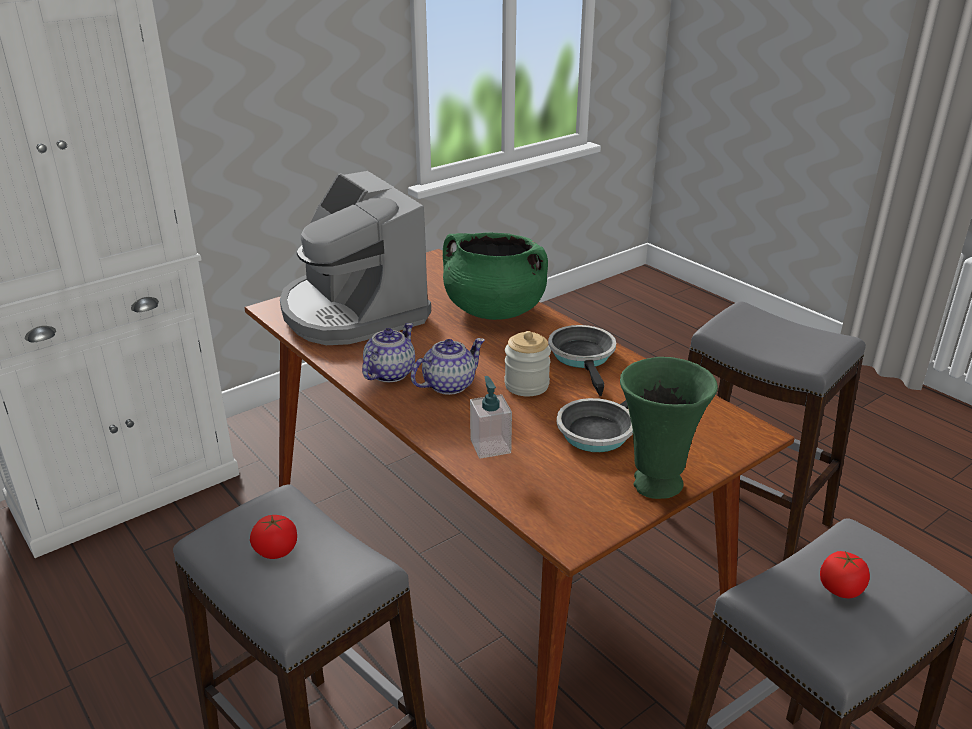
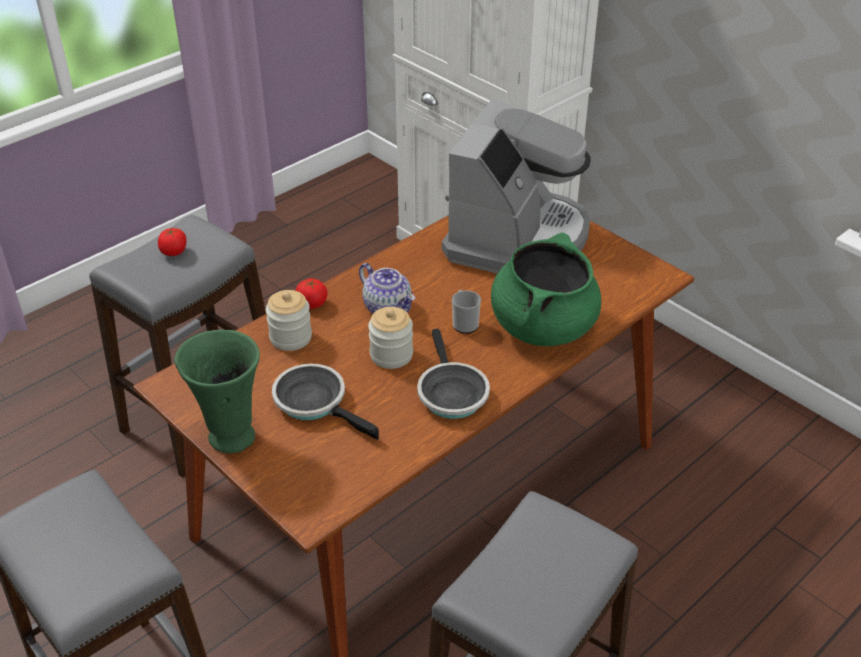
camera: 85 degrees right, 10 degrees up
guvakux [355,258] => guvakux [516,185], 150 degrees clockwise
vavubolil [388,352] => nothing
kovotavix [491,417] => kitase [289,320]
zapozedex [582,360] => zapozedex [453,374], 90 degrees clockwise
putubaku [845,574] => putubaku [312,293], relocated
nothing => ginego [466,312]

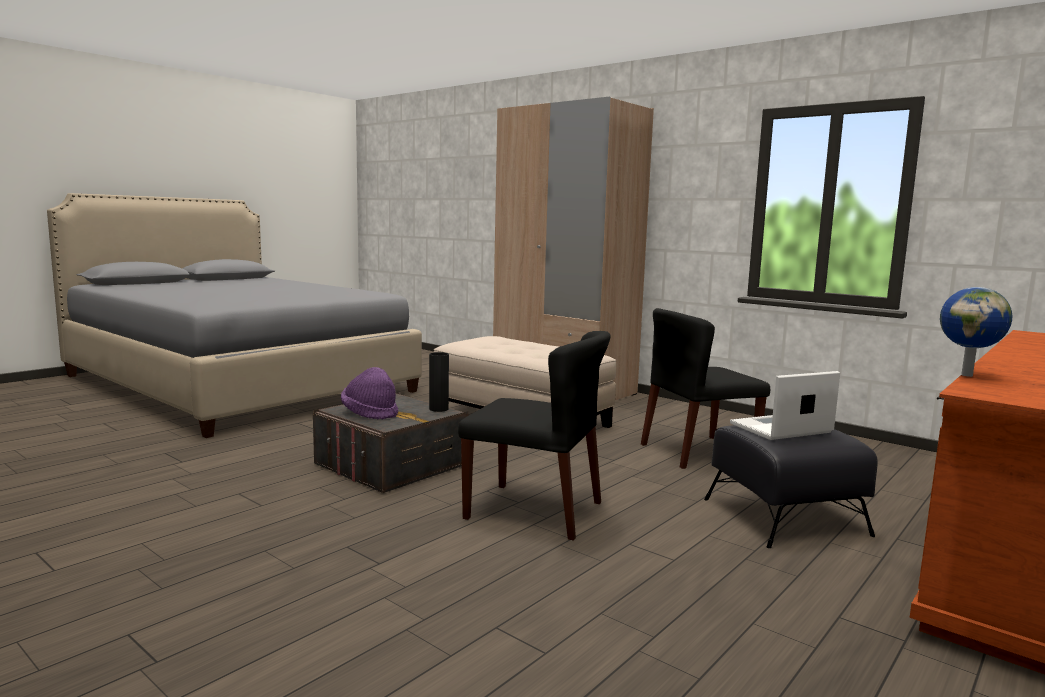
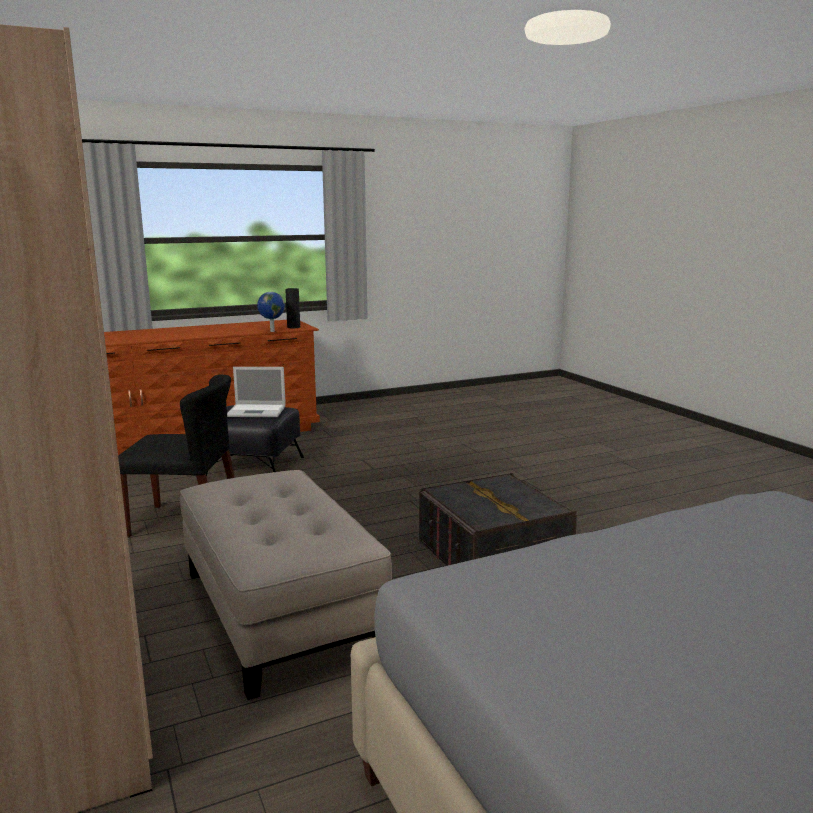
camera: 155 degrees left, 5 degrees up
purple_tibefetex [369,393] => nothing
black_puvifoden [439,382] => black_puvifoden [292,308], relocated
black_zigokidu [534,436] => nothing

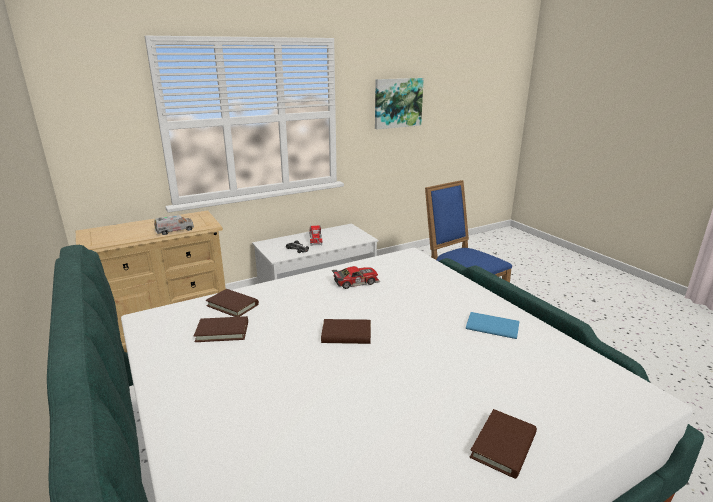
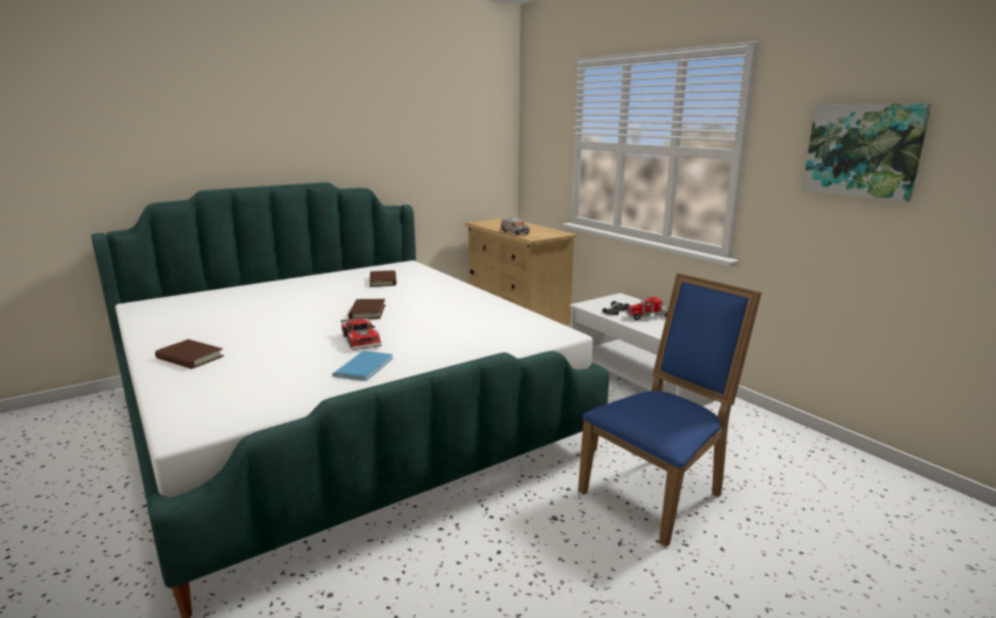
camera: 85 degrees right, 5 degrees down
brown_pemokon [232,303] => nothing
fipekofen [356,277] => fipekofen [361,333], relocated

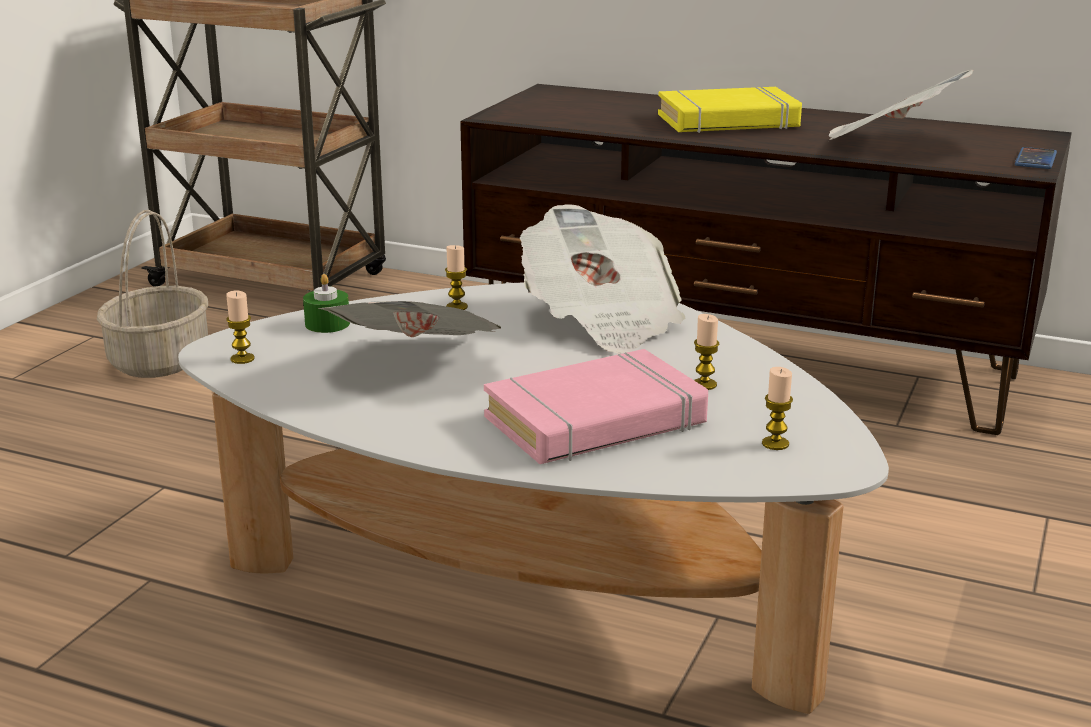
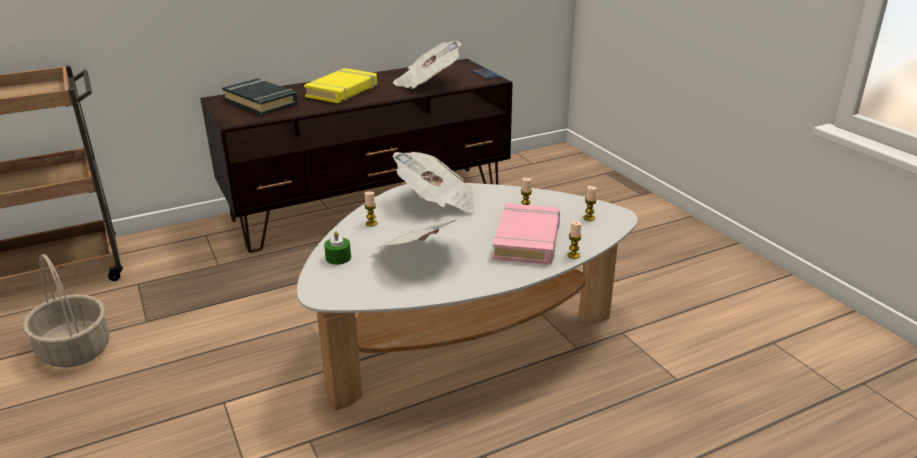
camera: 50 degrees left, 5 degrees up
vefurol [240,327] => vefurol [574,240], relocated
nothing => black_pemokon [260,96]

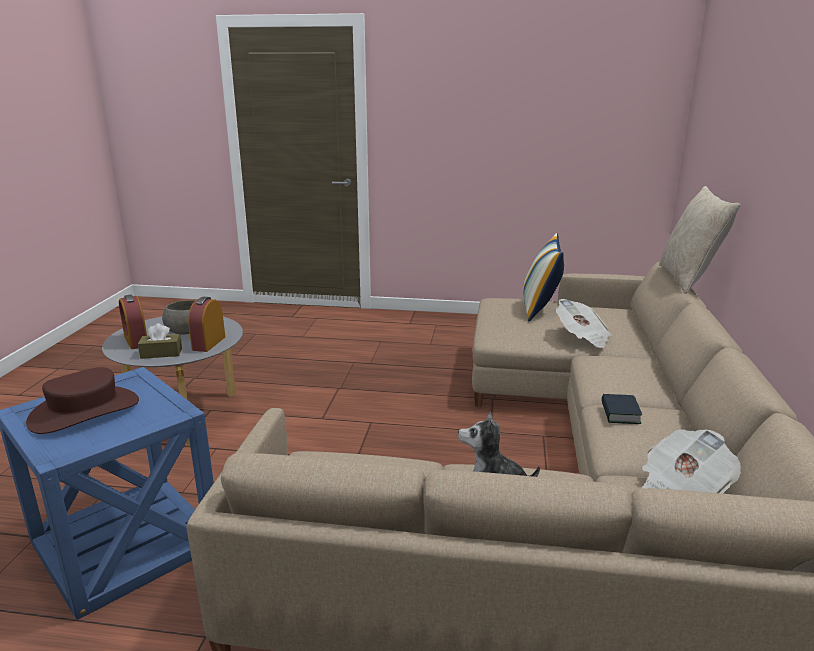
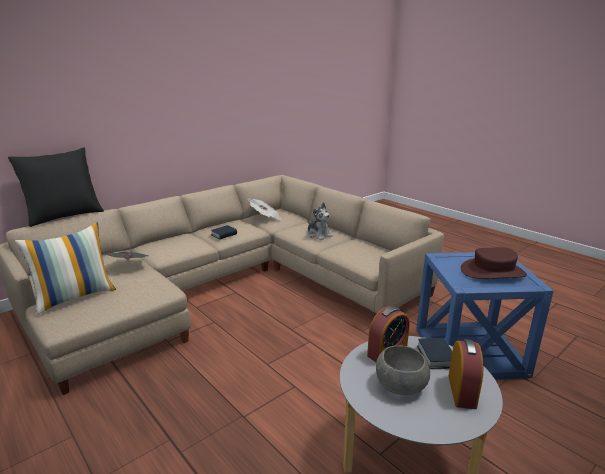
camera: 140 degrees left, 0 degrees up
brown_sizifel [160,341] => pemokon [434,353]
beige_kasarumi [700,240] => black_kasarumi [56,187]

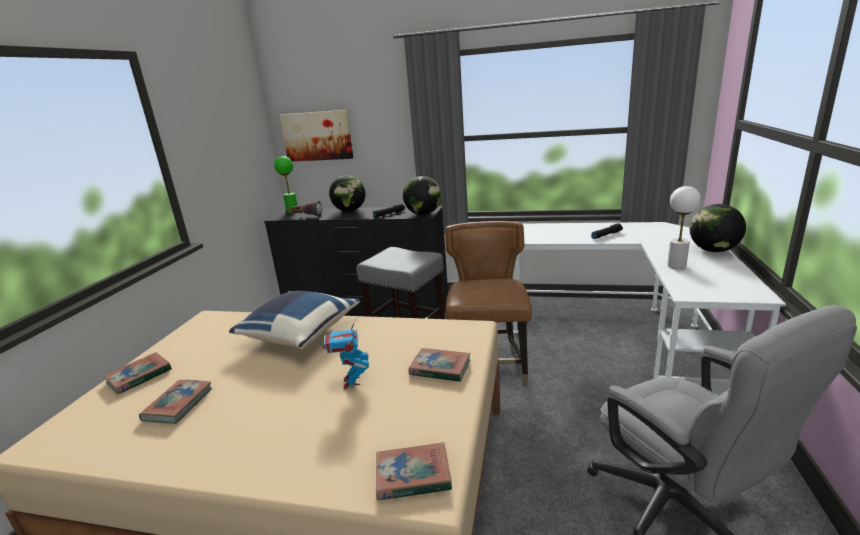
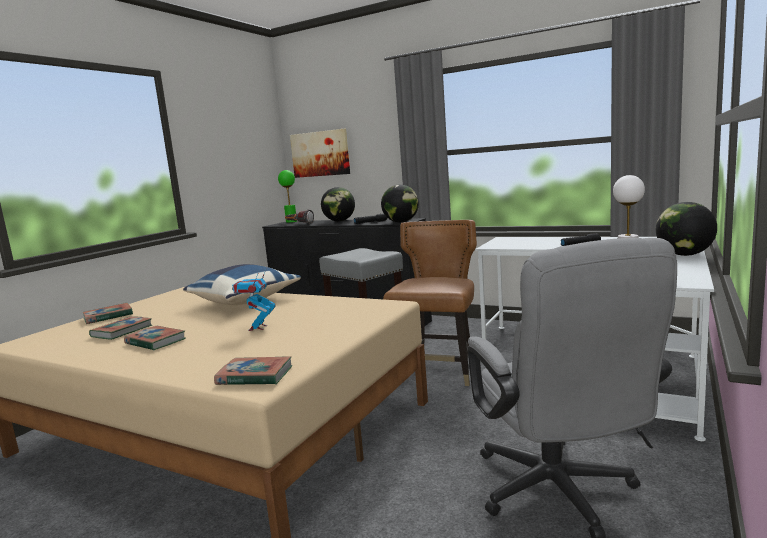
camera: 15 degrees right, 10 degrees down
pemokon [439,365] => pemokon [155,338], relocated

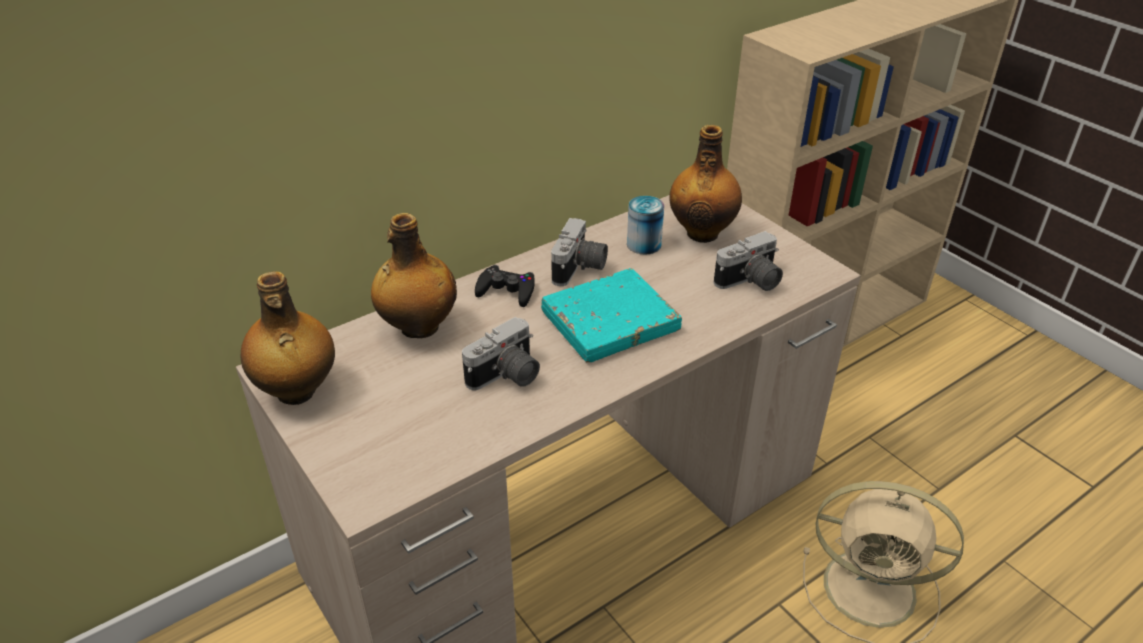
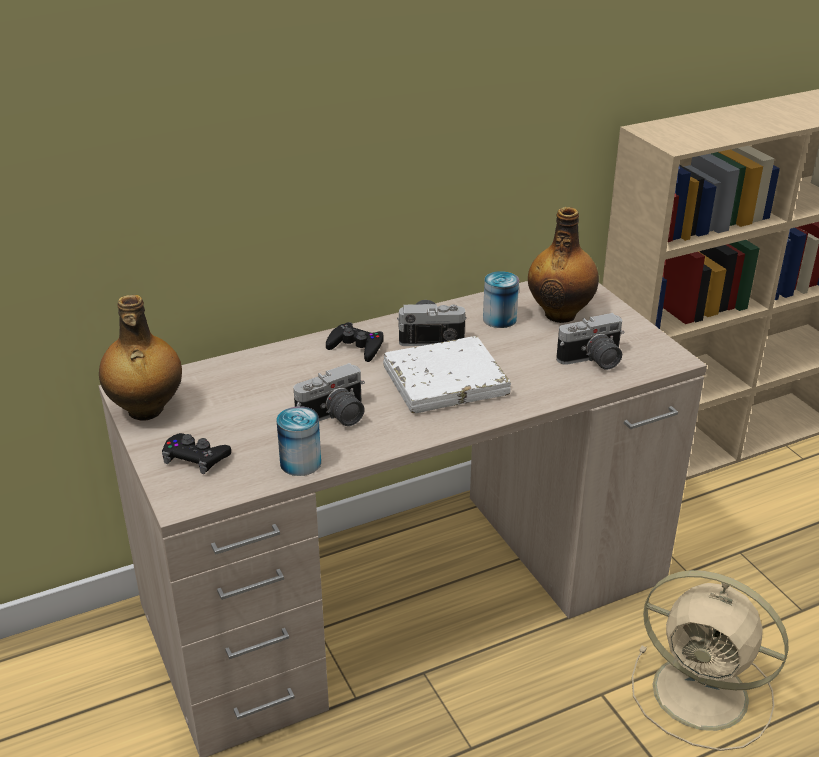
camera: 10 degrees right, 5 degrees down
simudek [414,275] => nothing
turquoise_pemokon [611,315] => white_pemokon [447,374]
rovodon [579,252] => rovodon [432,323], 120 degrees counterclockwise
nothing => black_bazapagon [196,453]
nothing => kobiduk [299,441]

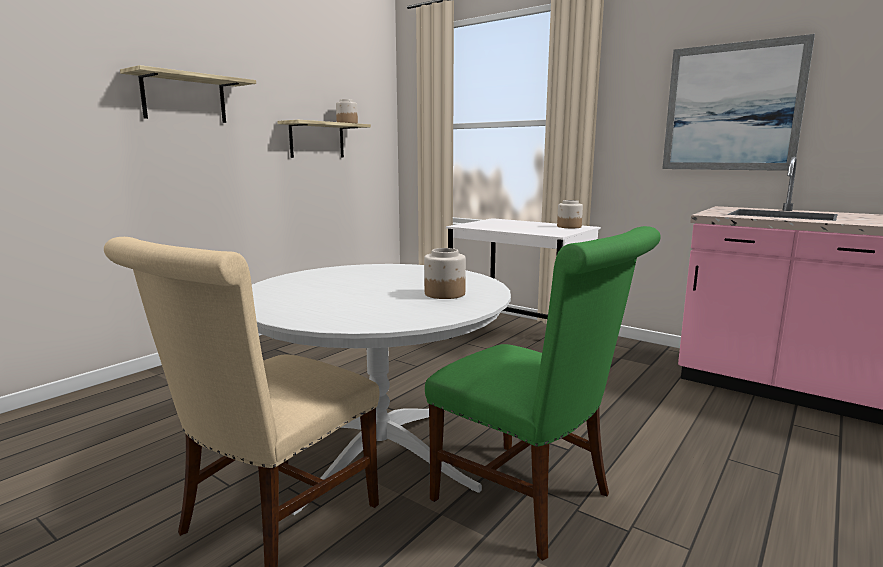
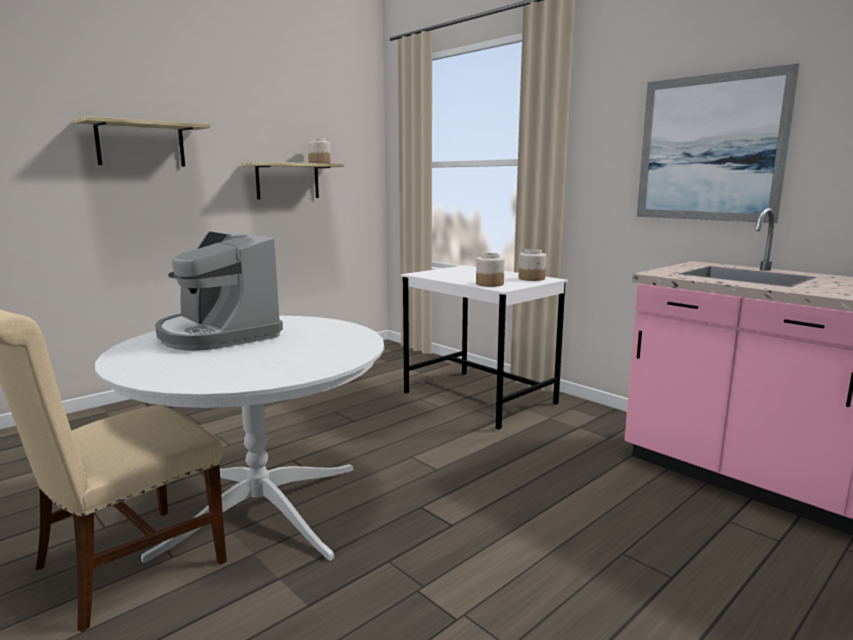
camera: 10 degrees right, 0 degrees up
kitase [445,273] => kitase [490,270], relocated
green_zigokidu [543,393] => nothing
nothing => guvakux [219,291]

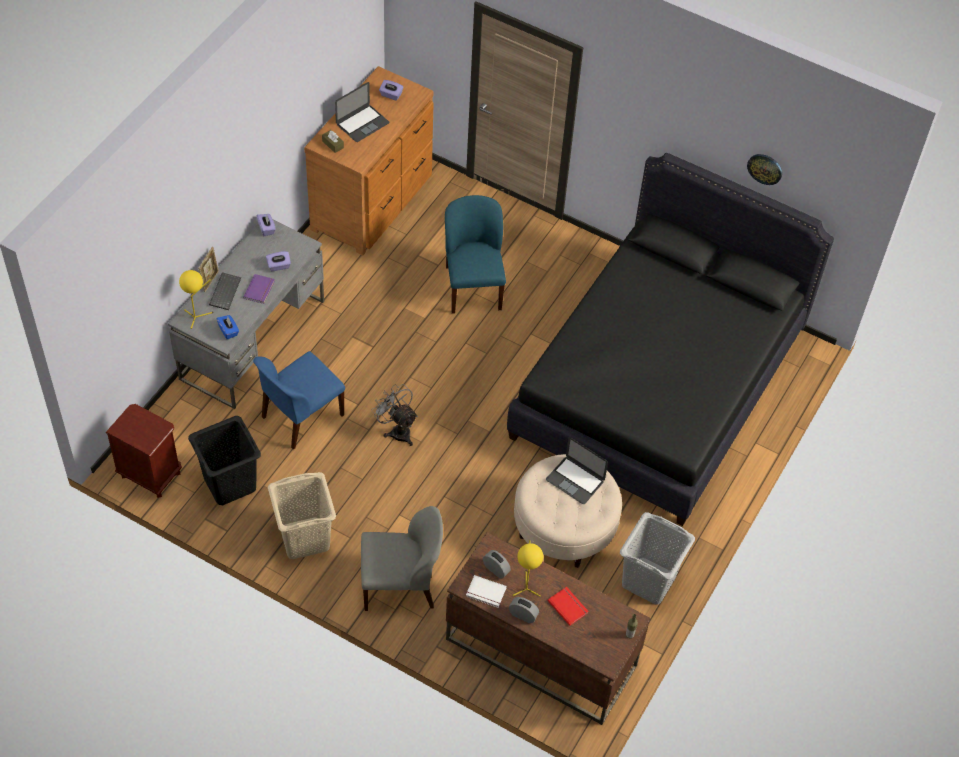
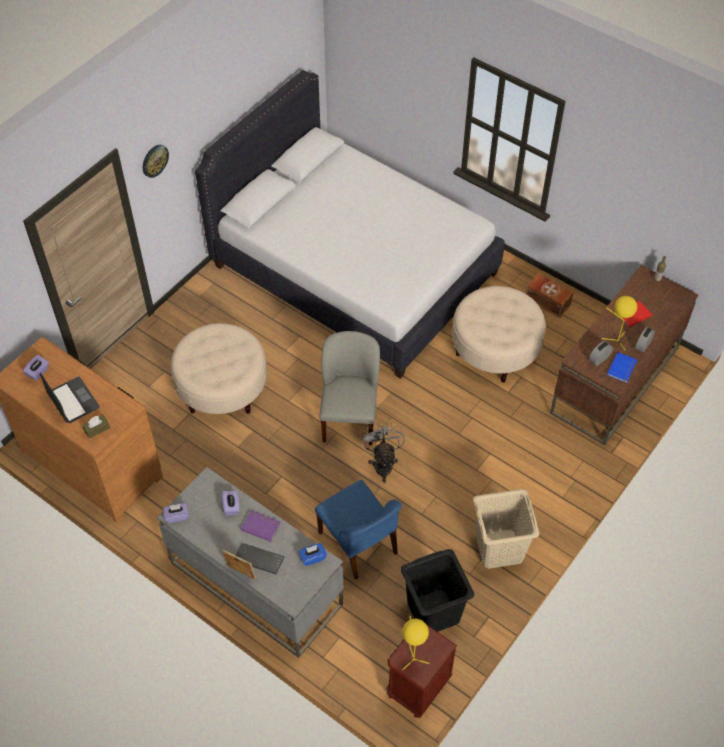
camera: 80 degrees left, 0 degrees up
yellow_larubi [196,299] => yellow_larubi [415,642], relocated
grey_zigokidu [402,558] => grey_zigokidu [349,388], relocated
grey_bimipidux [394,415] => grey_bimipidux [383,452], 120 degrees clockwise
blue_zigokidu [475,254] => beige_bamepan [219,368]
white_pemokon [486,591] => blue_pemokon [622,367]
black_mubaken [670,339] => white_mubaken [350,224]
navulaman [577,470] => nothing
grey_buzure [657,558] => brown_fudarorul [550,295]
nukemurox [764,169] => nukemurox [156,161], relocated

